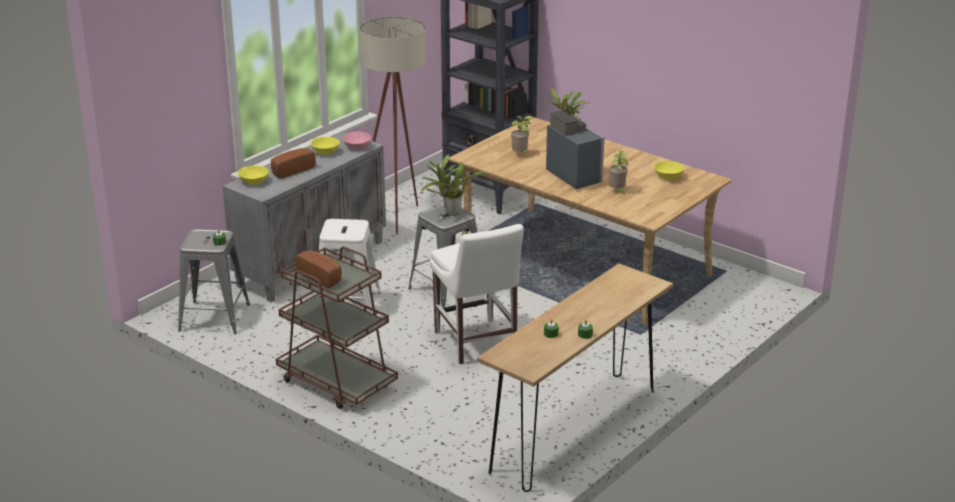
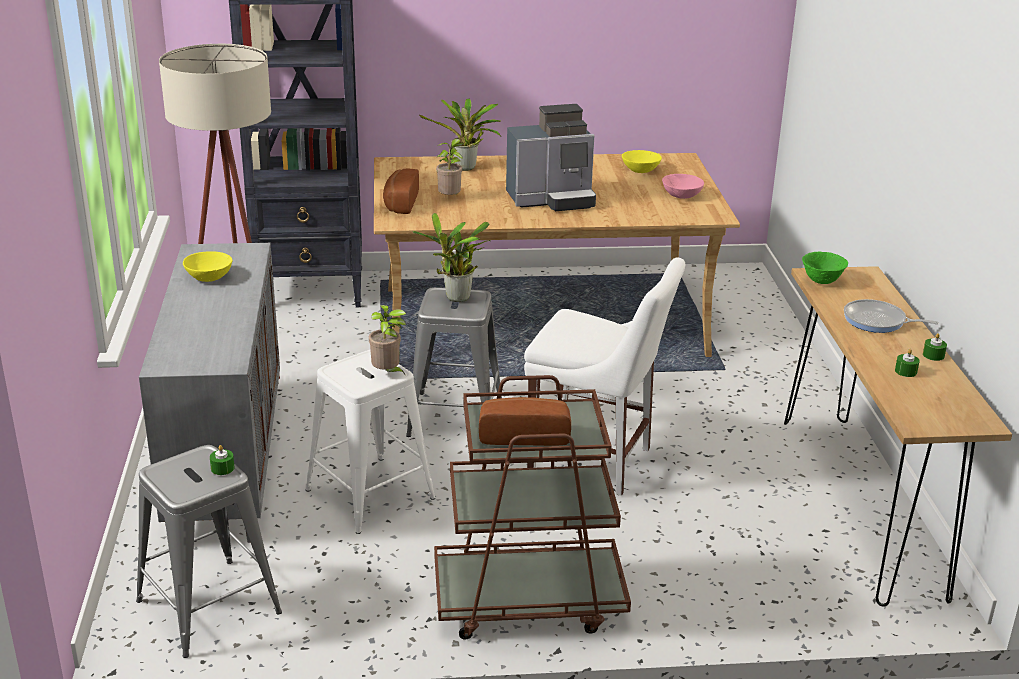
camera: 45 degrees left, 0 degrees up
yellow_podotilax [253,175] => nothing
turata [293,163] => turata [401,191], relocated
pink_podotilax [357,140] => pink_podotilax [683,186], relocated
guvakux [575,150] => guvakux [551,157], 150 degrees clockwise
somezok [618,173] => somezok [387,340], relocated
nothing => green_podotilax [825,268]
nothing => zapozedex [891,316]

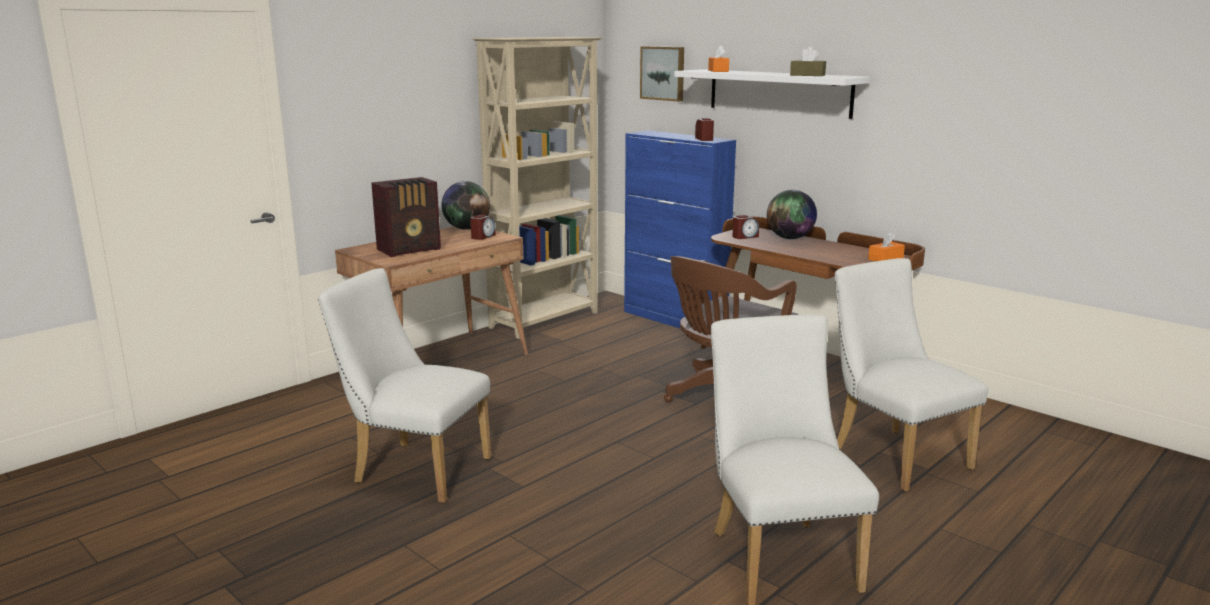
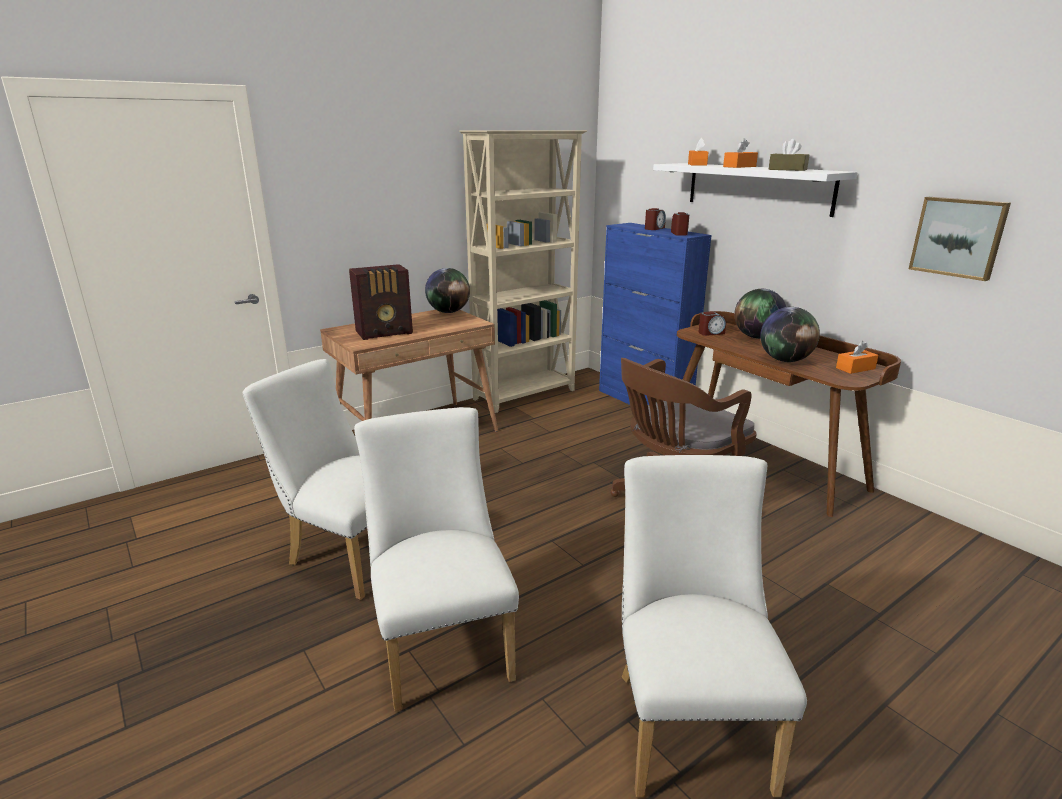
camera: 10 degrees right, 5 degrees up
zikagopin [483,227] => zikagopin [655,219], relocated
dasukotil [662,74] => dasukotil [960,239], relocated
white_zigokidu [911,375] => white_zigokidu [436,559], relocated
nothing => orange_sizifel [740,153]
nothing => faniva [790,334]

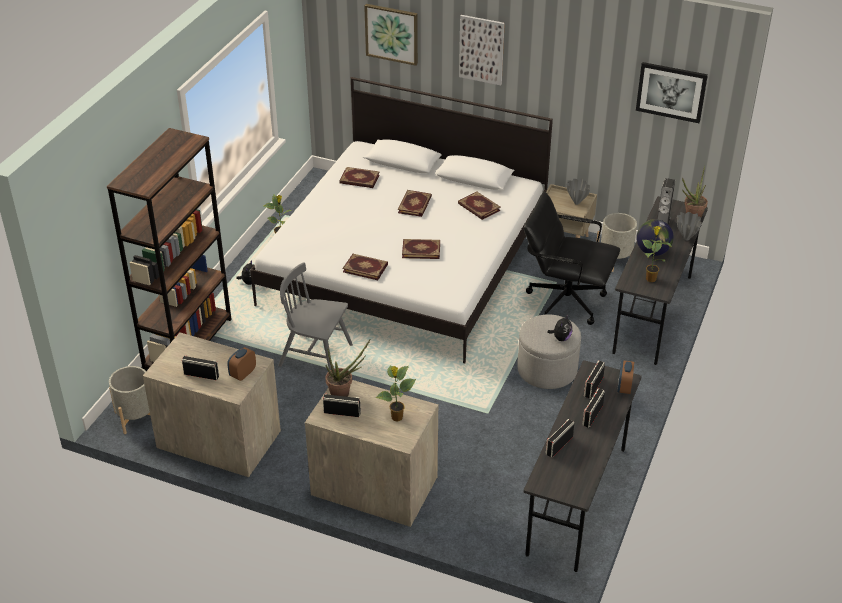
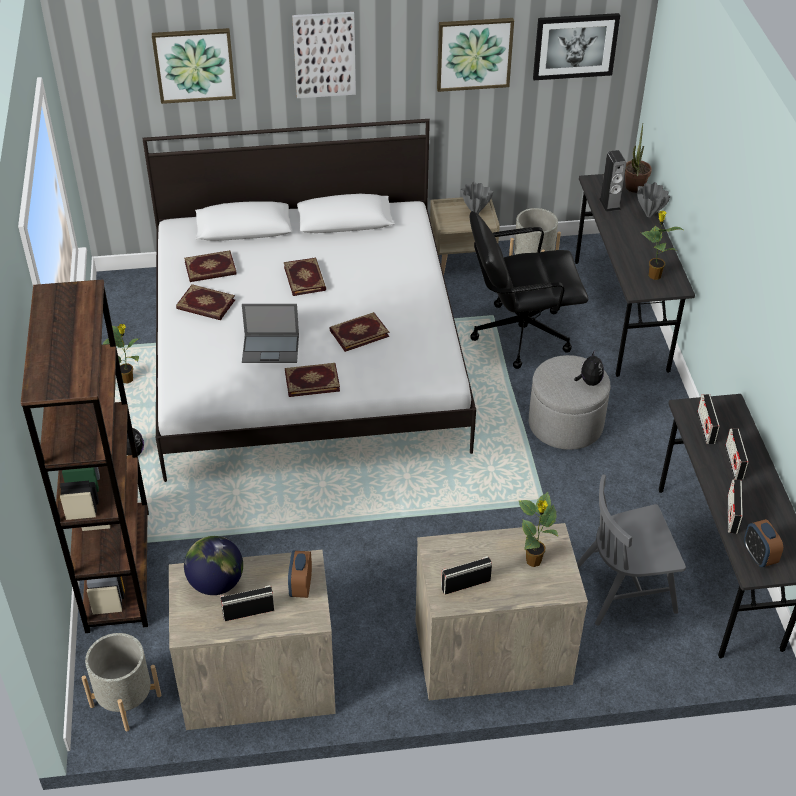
camera: 30 degrees left, 5 degrees up
grey_zigokidu [315,316] => grey_zigokidu [631,550], relocated
somezok [347,368] => nothing
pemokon [479,205] => pemokon [205,302], relocated
zikagopin [625,377] => zikagopin [763,543], relocated
faniva [655,237] => faniva [213,565], relocated
nothing => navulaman [270,333]
nothing => dasukotil [475,55]

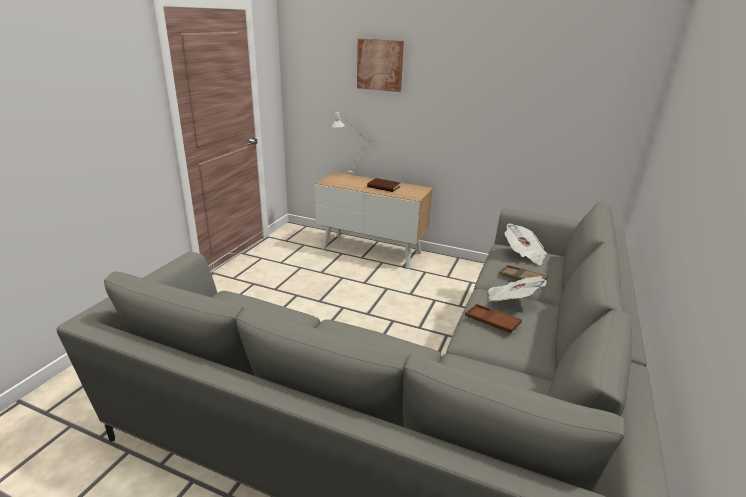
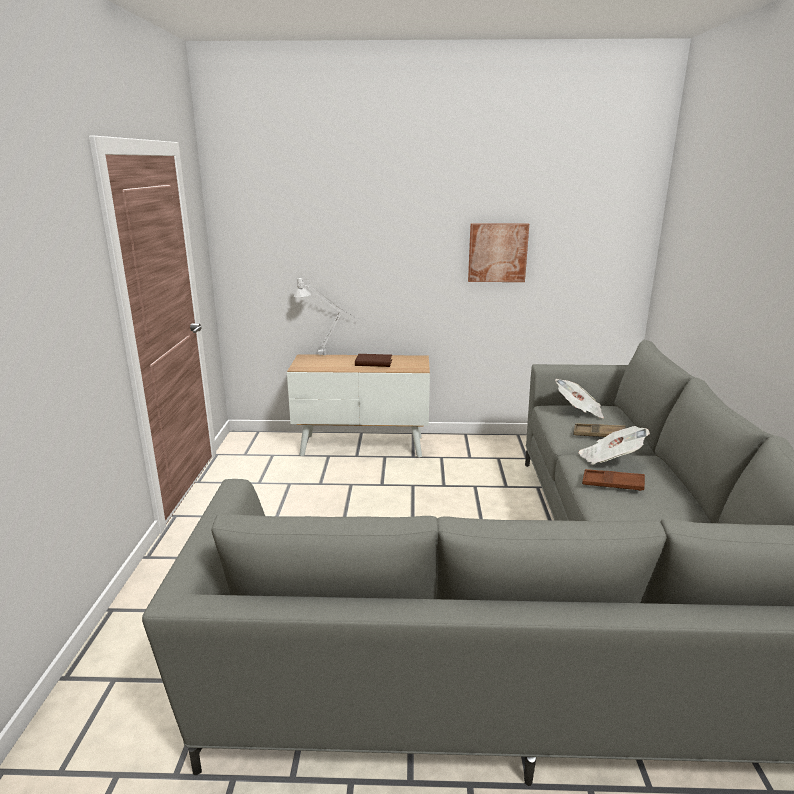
camera: 20 degrees left, 5 degrees down
dasukotil [380,65] => dasukotil [498,252], relocated

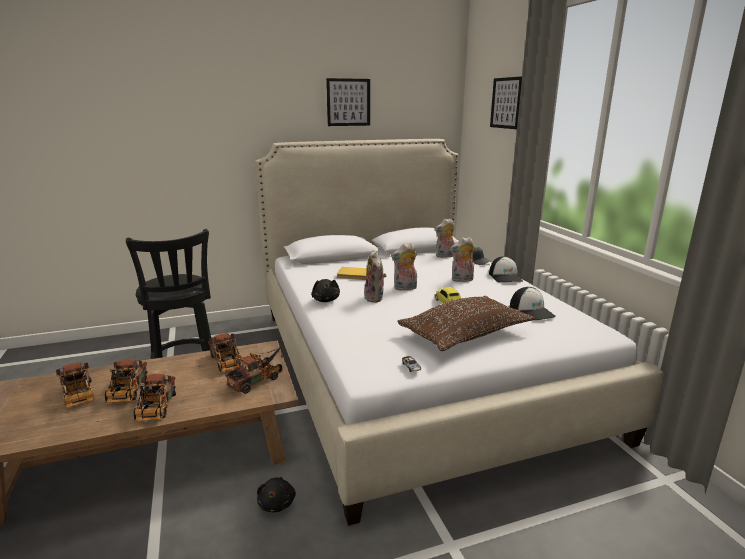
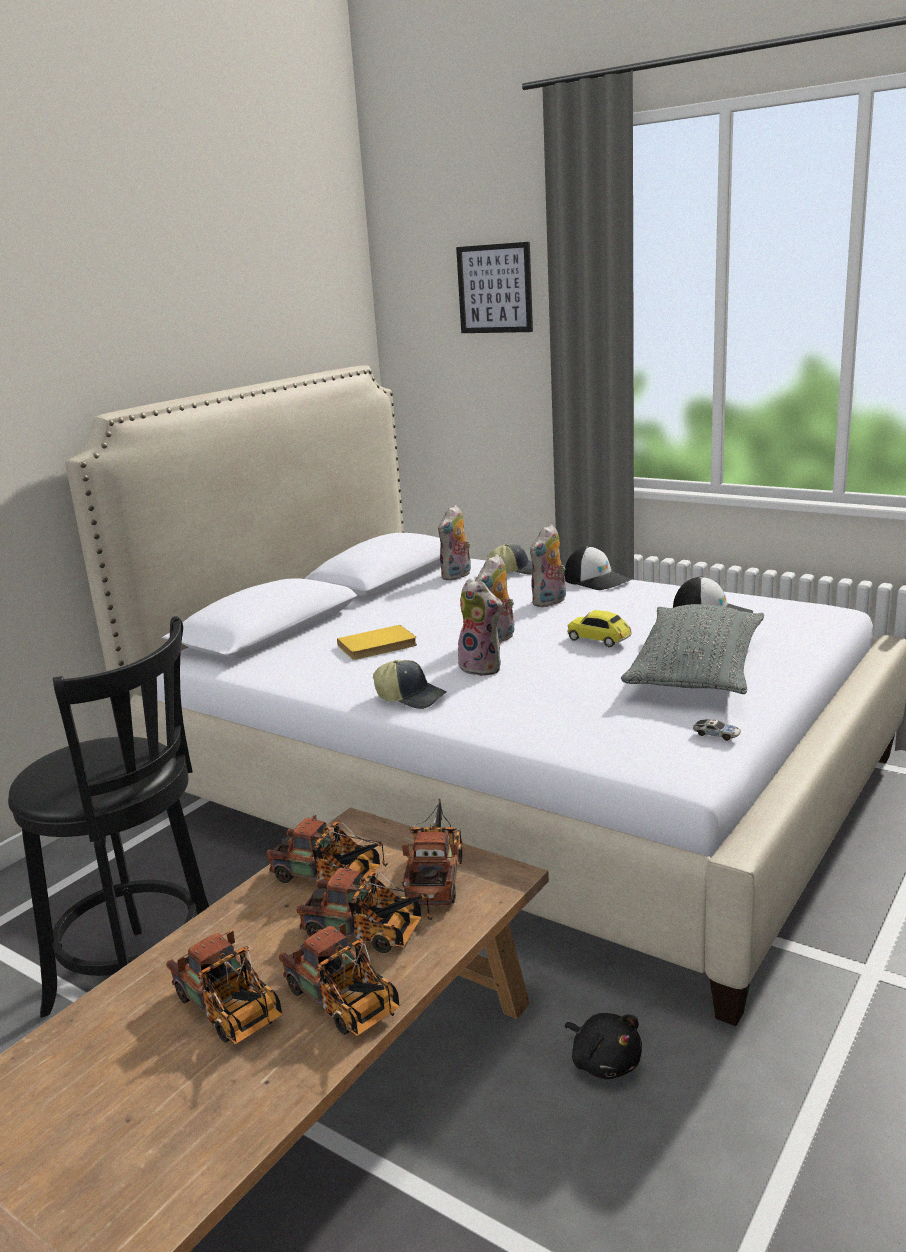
camera: 35 degrees left, 0 degrees up
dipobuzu [75,385] => dipobuzu [365,908], relocated
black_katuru [325,290] => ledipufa [410,684]
dasukotil [348,102] => nothing
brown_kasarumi [466,323] => grey_kasarumi [692,649]

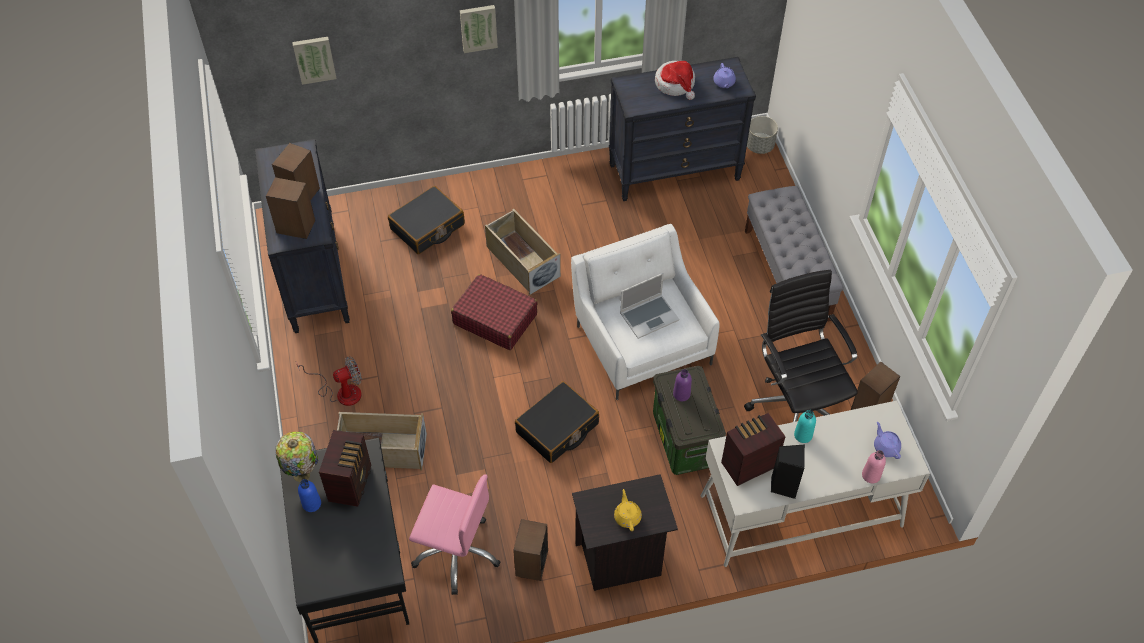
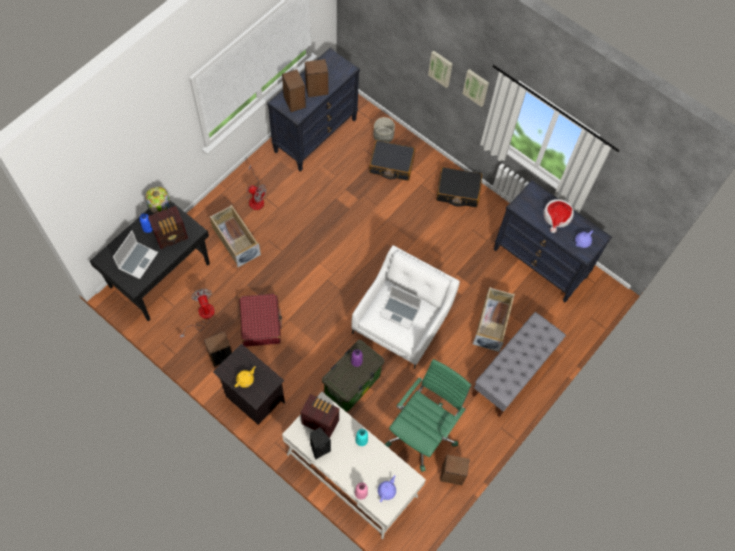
camera: 50 degrees right, 10 degrees up
dasukotil [314,61] => dasukotil [440,69], relocated
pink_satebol [454,535] => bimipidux [197,313]
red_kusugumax [494,312] => red_kusugumax [260,320], relocated
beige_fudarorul [523,252] => beige_fudarorul [494,319], relocated
black_kusugumax [557,422] => black_kusugumax [459,187], relocated
black_satebol [801,346] => green_satebol [428,415]
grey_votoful [762,135] => grey_votoful [384,130], relocated
nothing => navulaman [135,254]

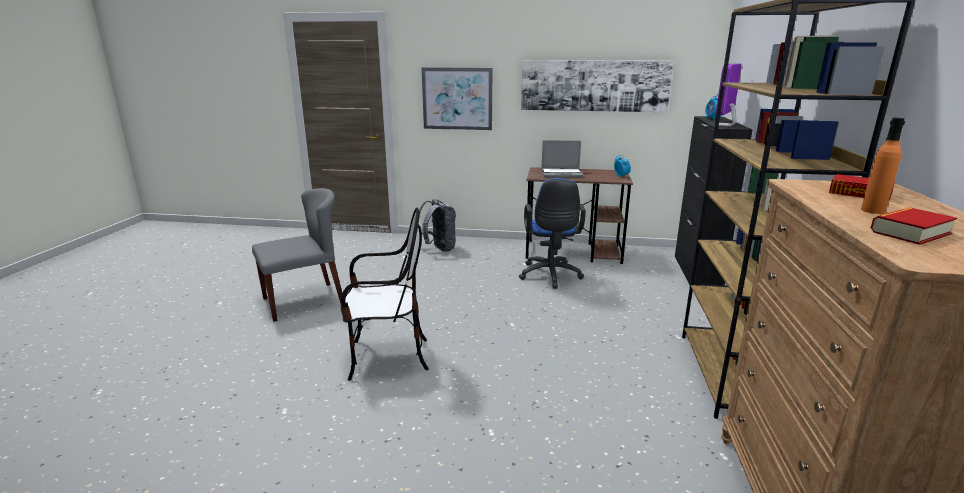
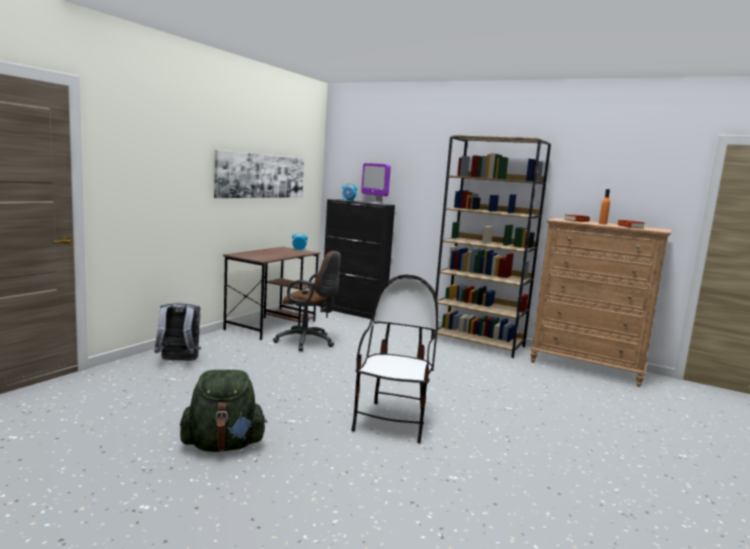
camera: 70 degrees left, 10 degrees down
grey_zigokidu [297,255] => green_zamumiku [223,411]
dasukotil [457,98] => nothing
blue_satebol [552,233] => brown_satebol [307,301]
navulaman [562,159] => nothing

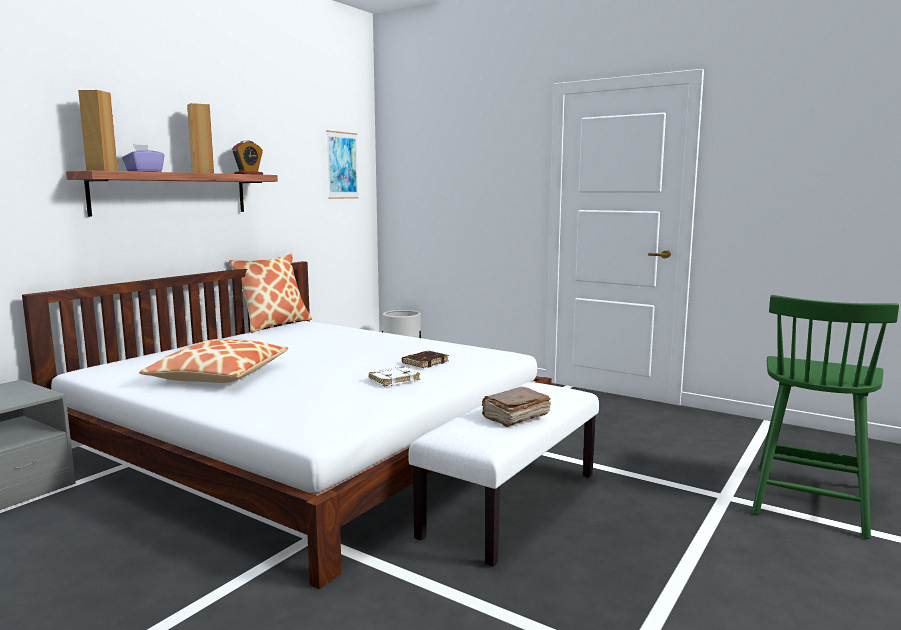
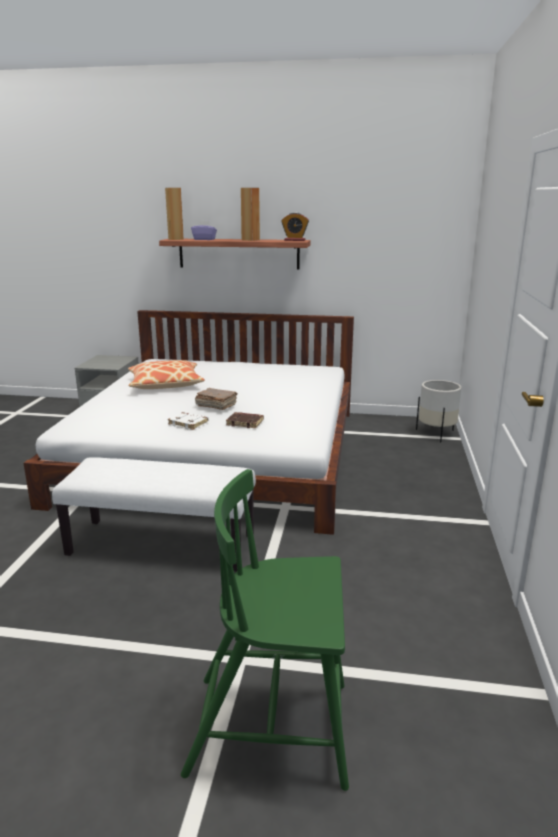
camera: 65 degrees right, 10 degrees up
kasarumi [270,293] => nothing
dasukotil [342,164] => nothing
brown_pemokon [516,407] => brown_pemokon [216,399], relocated

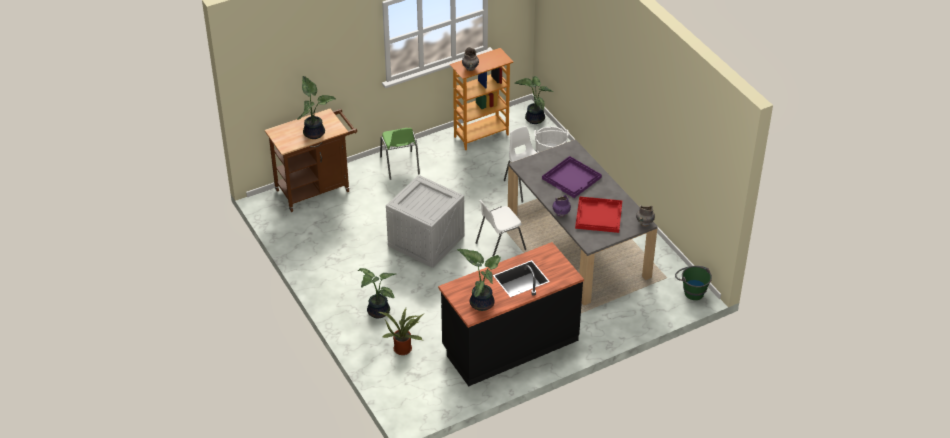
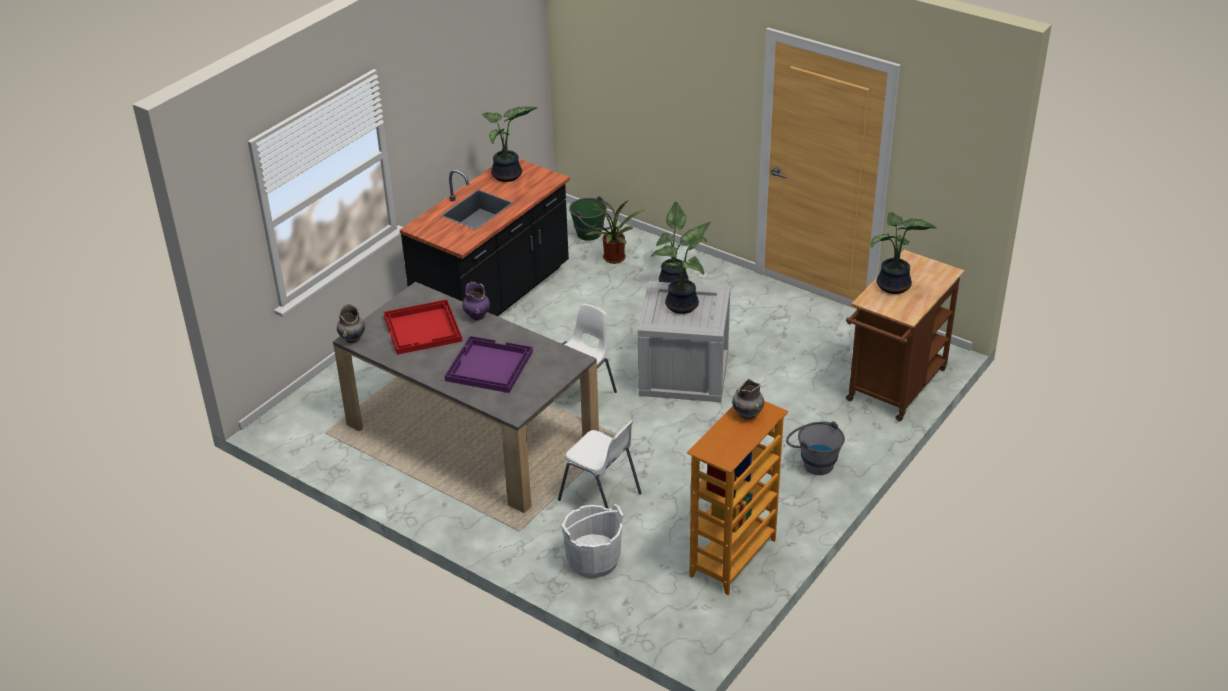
camera: 155 degrees right, 5 degrees down
green_zigokidu [400,154] => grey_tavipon [815,448]
somezok [533,100] => somezok [681,268], relocated
green_tavipon [693,283] => green_tavipon [592,218], relocated

